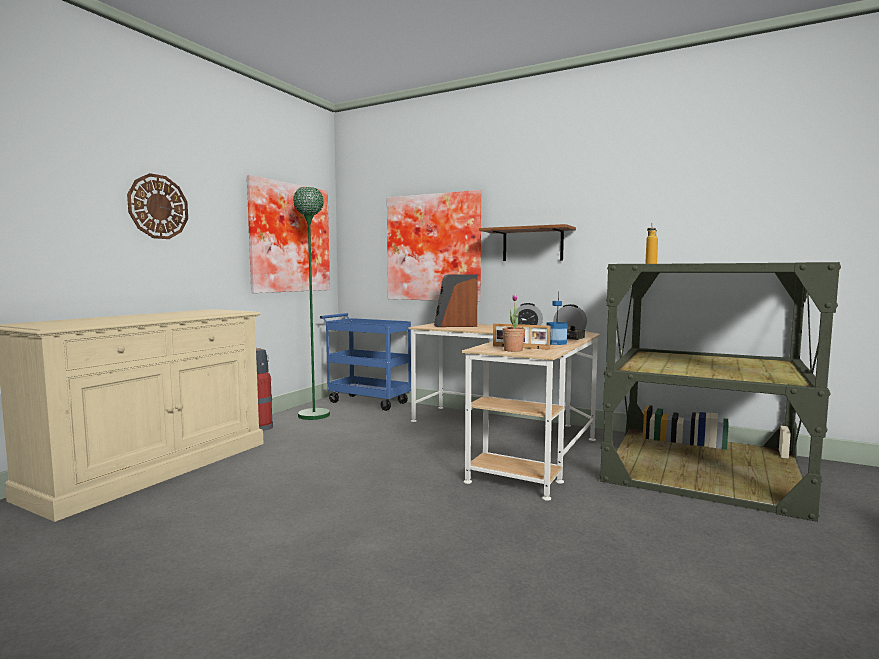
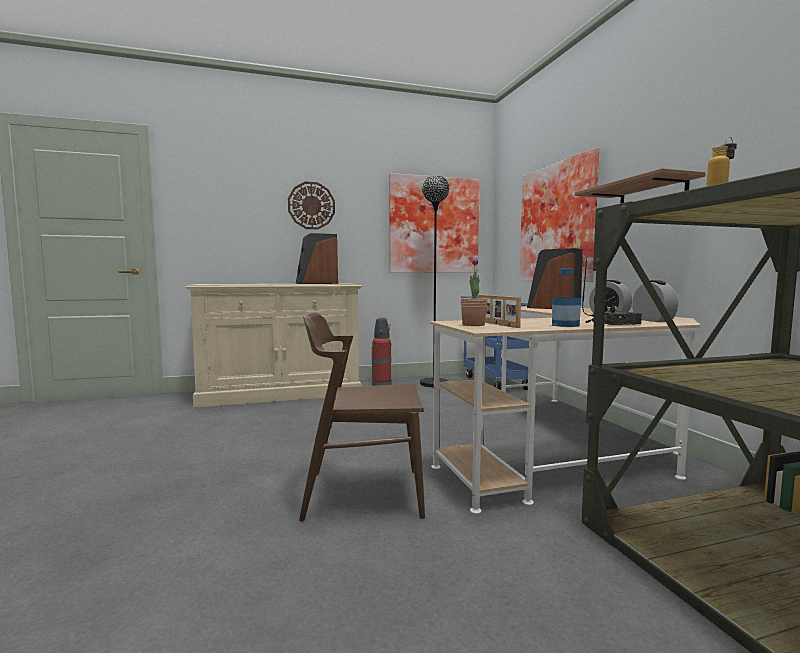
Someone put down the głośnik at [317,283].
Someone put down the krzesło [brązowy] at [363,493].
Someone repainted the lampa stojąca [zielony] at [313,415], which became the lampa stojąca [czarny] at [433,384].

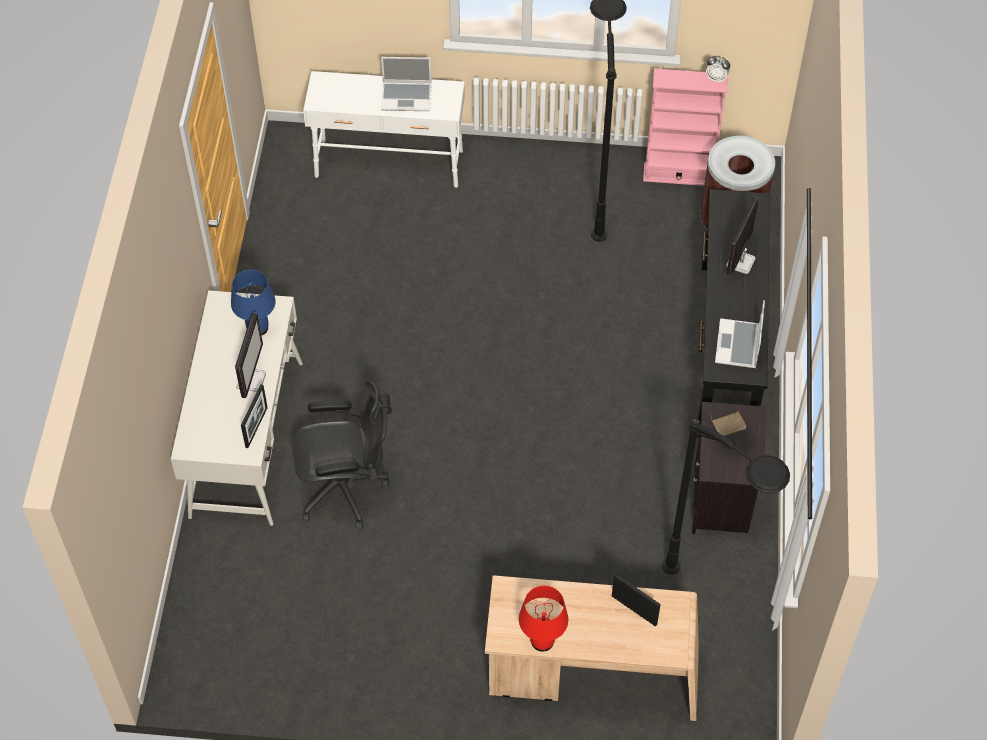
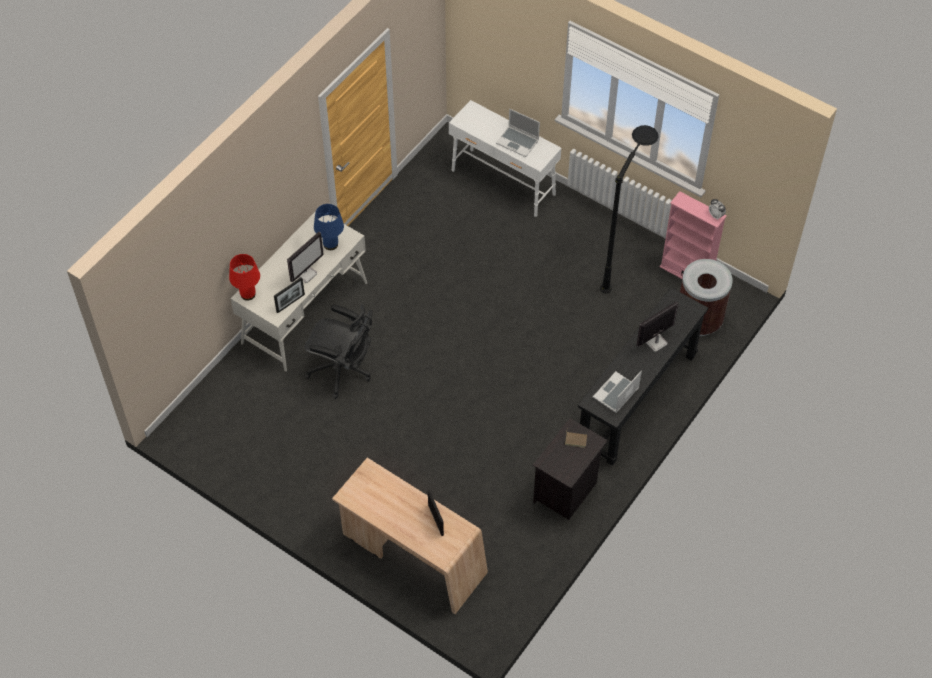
Someone carried the lampa stołowa [czerwony] from [541,640] to [247,294].
Someone took away the lampa stojąca [czarny] at [715,603].

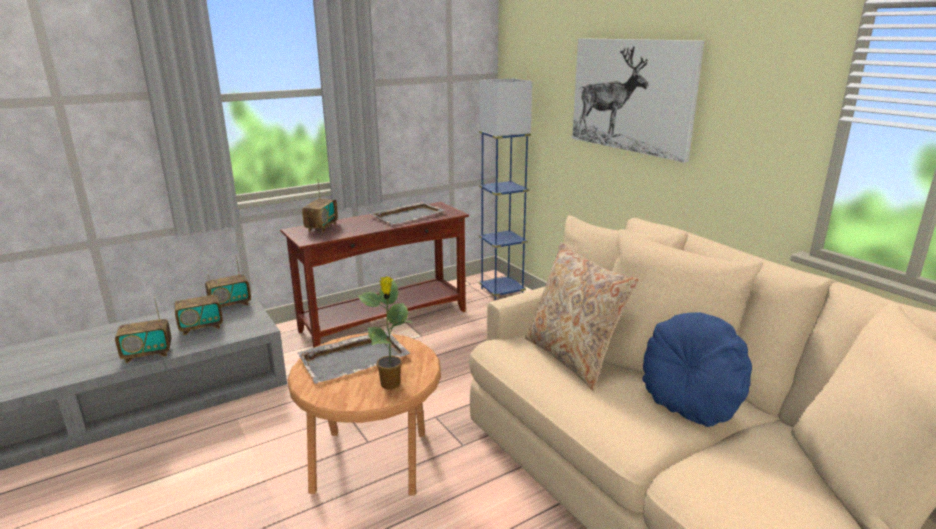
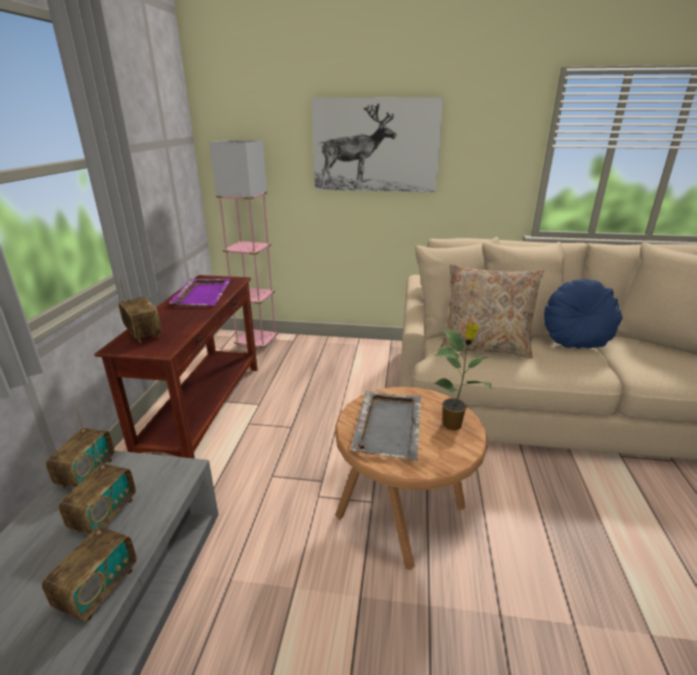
Someone repainted the taca [szary] at [408,215], which became the taca [fioletowy] at [202,294].
Someone repainted the lampa stojąca [niebieski] at [502,291], which became the lampa stojąca [różowy] at [257,343].

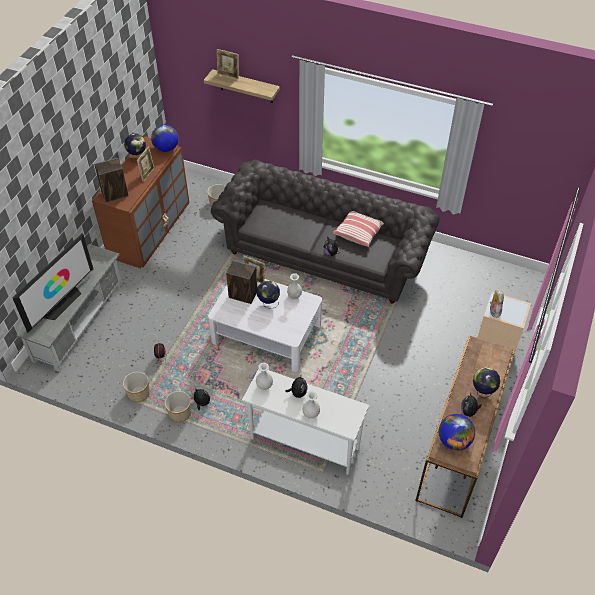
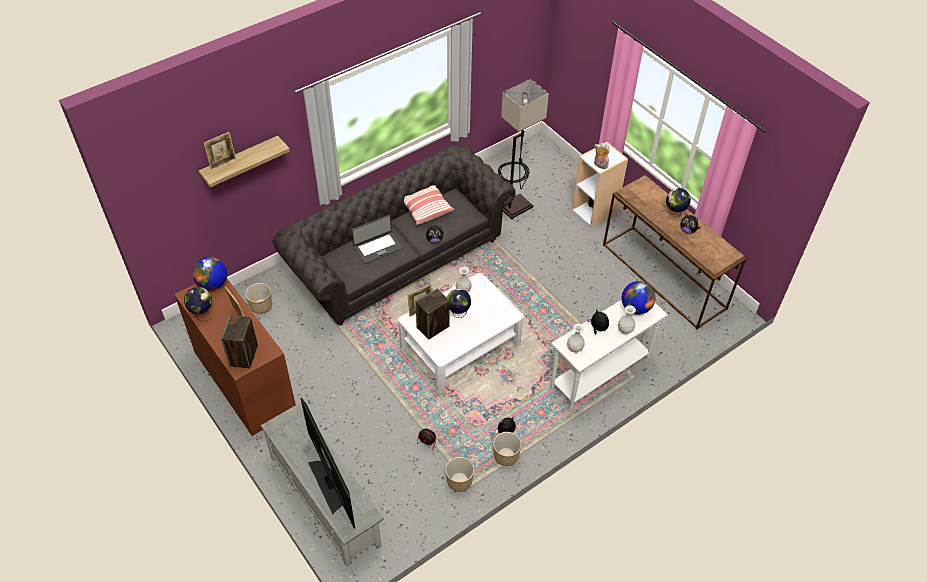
Someone put down the laptop at [377,247].
Someone put down the lampa stojąca at [515,188].
Someone carried the globus from [454,441] to [635,308].

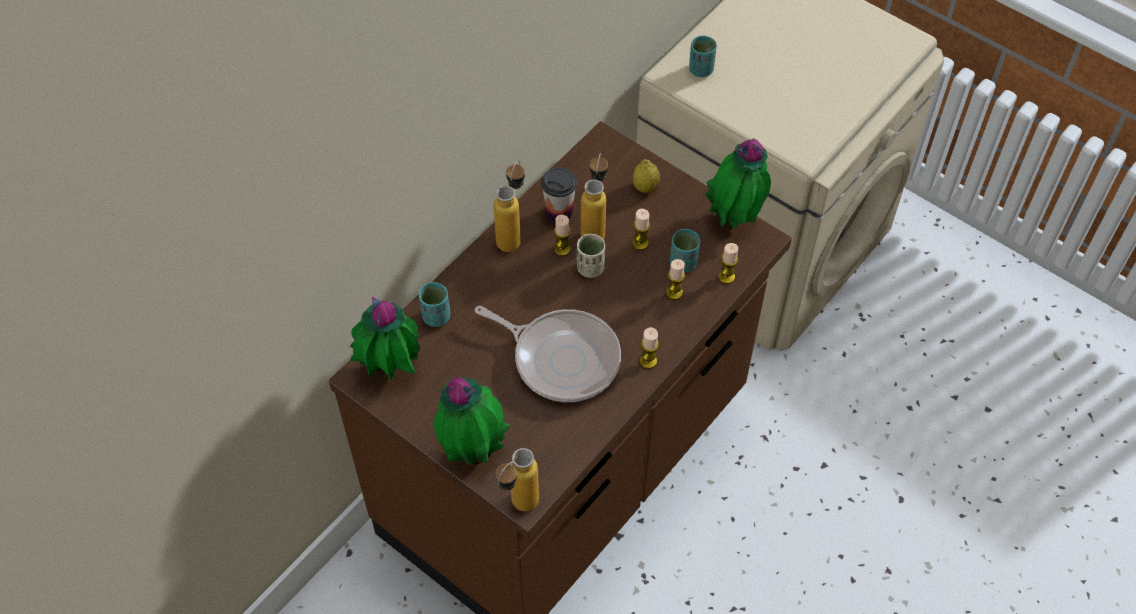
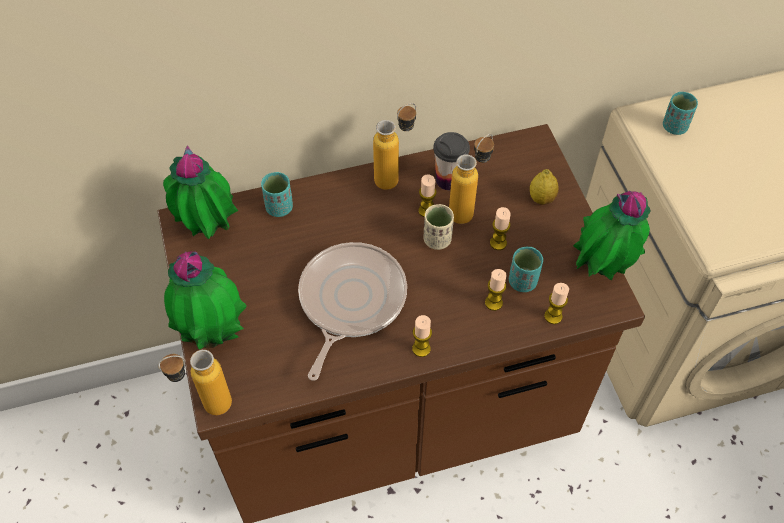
Someone rotated the patelnia at [562,358] by 135 degrees counterclockwise.

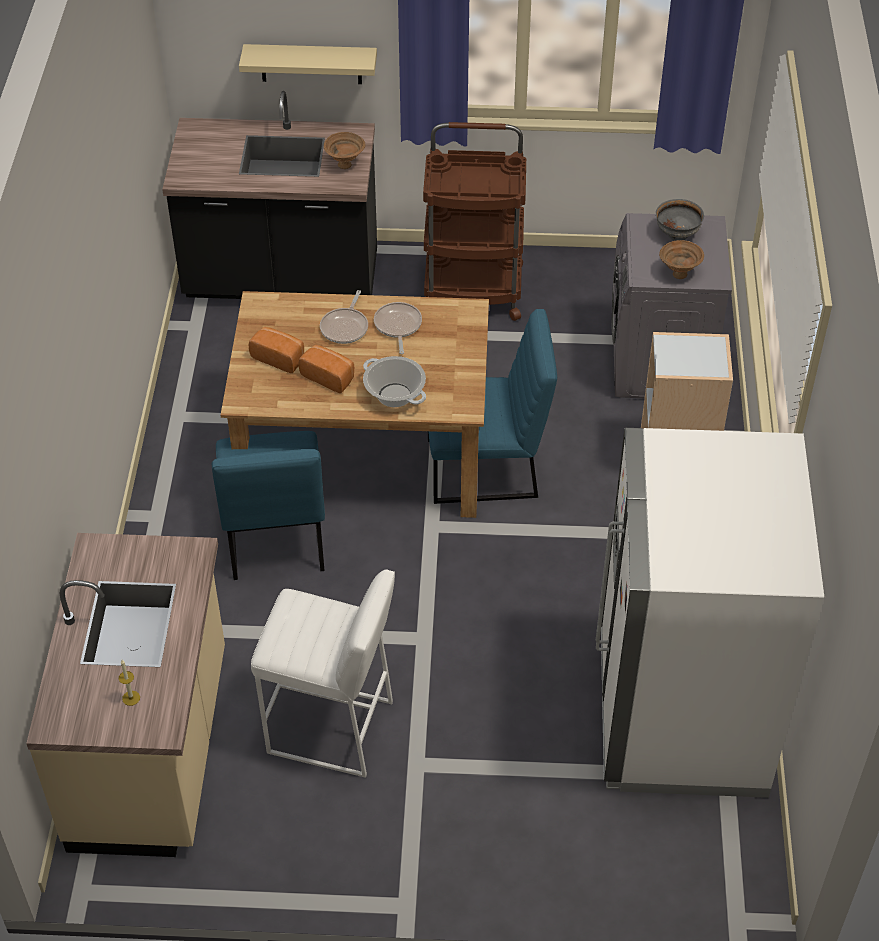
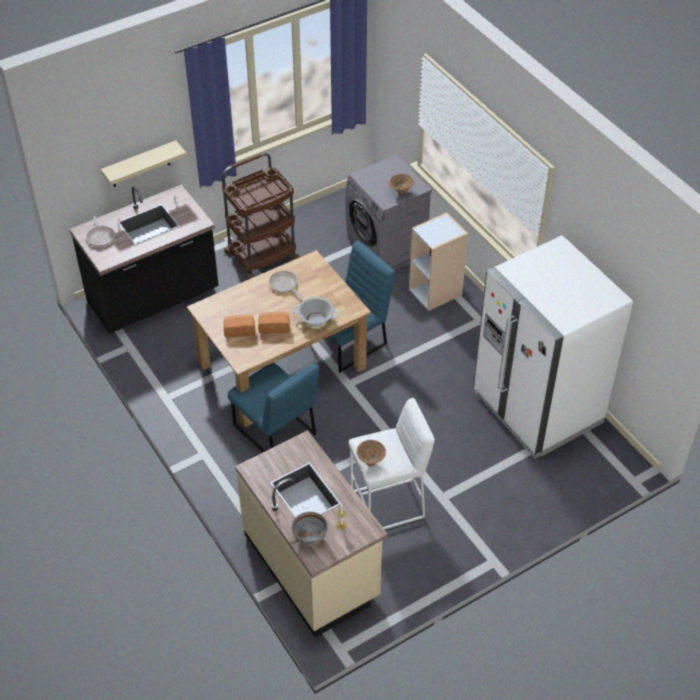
Someone carried the patelnia from [345,327] to [100,237].
Someone carried the miska [szary] from [676,235] to [310,538].
Someone carried the miska [brązowy] from [345,164] to [370,462].

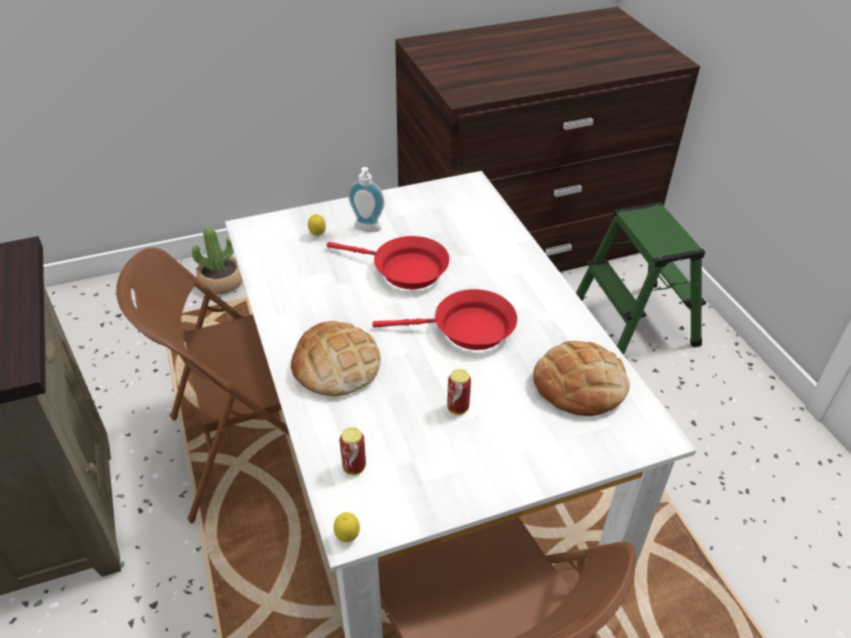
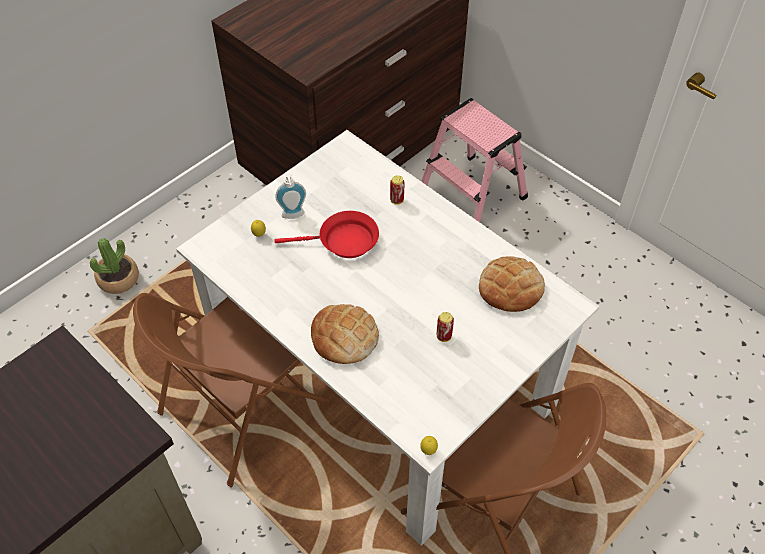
Someone carried the puszka from [354,467] to [397,200].
Someone repainted the drabinka [zielony] at [634,322], which became the drabinka [różowy] at [472,194].
Someone took away the patelnia [czerwony] at [466,329].

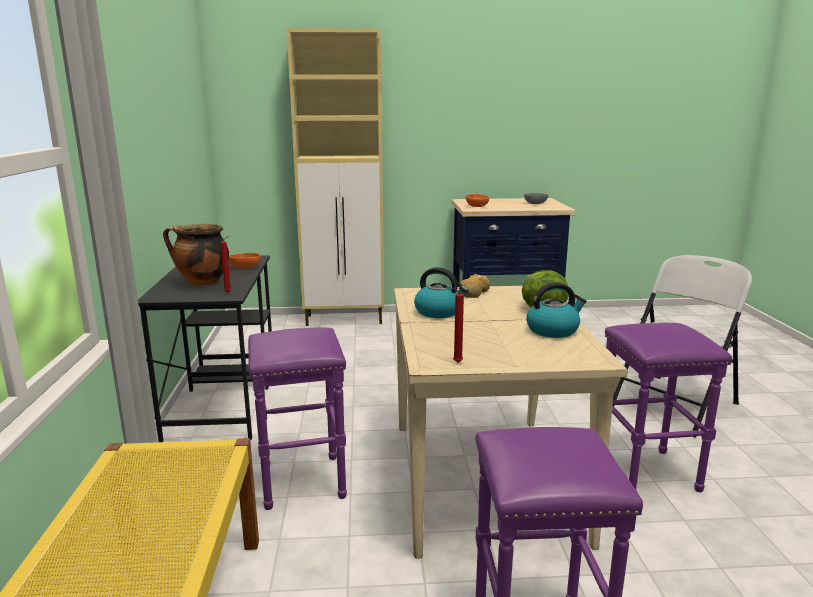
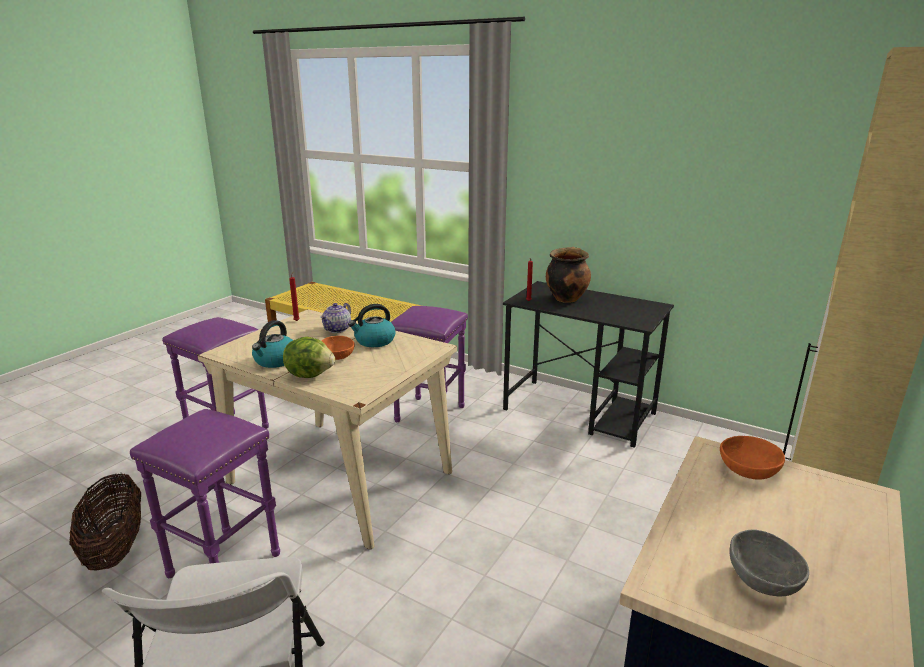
Someone put down the koszyk at [116,548].
Someone put down the imbryk at [337,329].
Someone carried the miska [pomarańczowy] from [245,267] to [338,357].
Someone took away the chleb at [473,293].

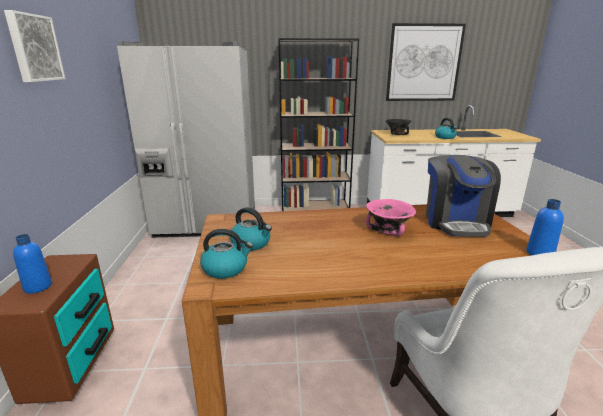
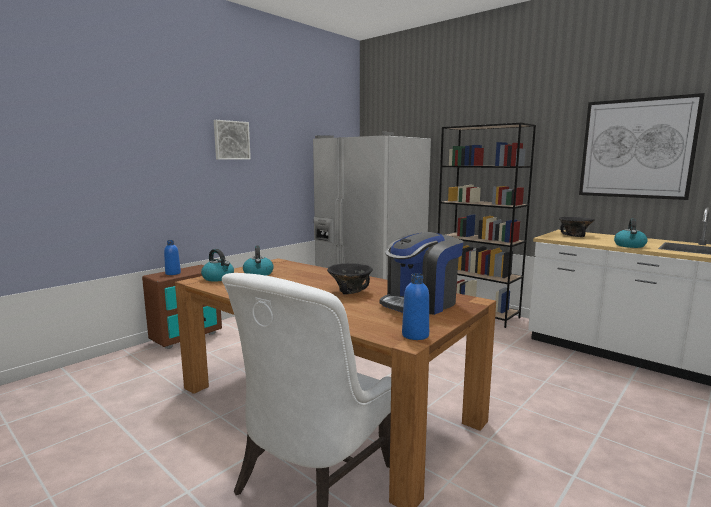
Someone repainted the miska [różowy] at [387,231], which became the miska [czarny] at [349,291].

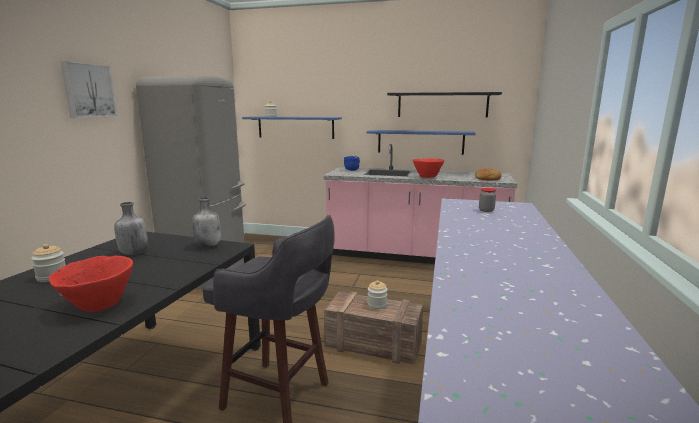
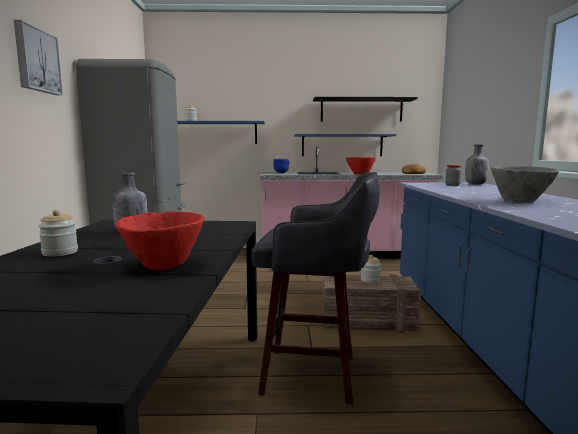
Someone carried the butelka [szary] from [208,245] to [475,184].
Someone put down the miska [szary] at [520,201].

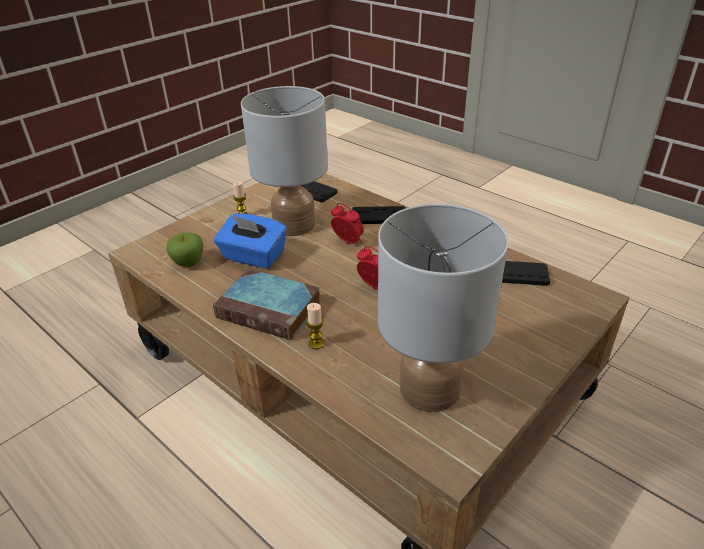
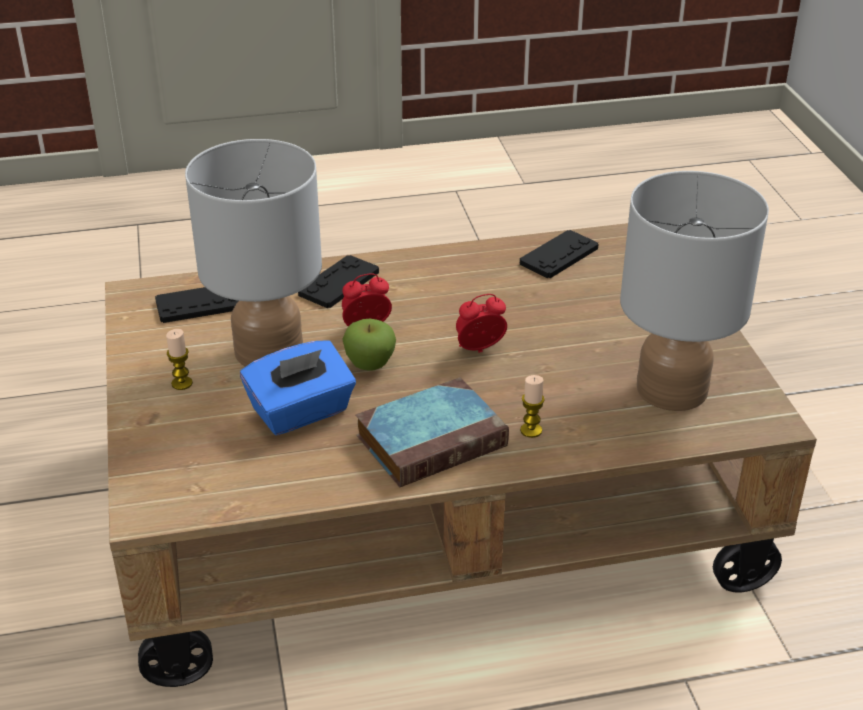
Someone carried the jabłko from [188,263] to [370,365].

